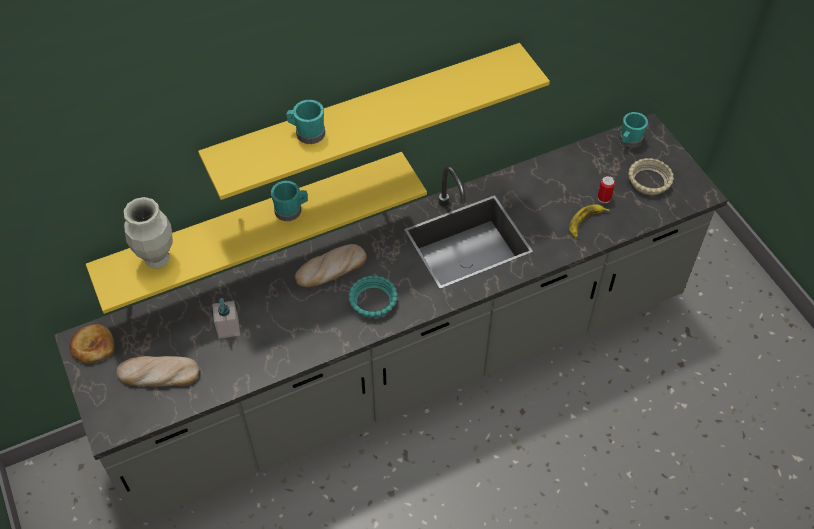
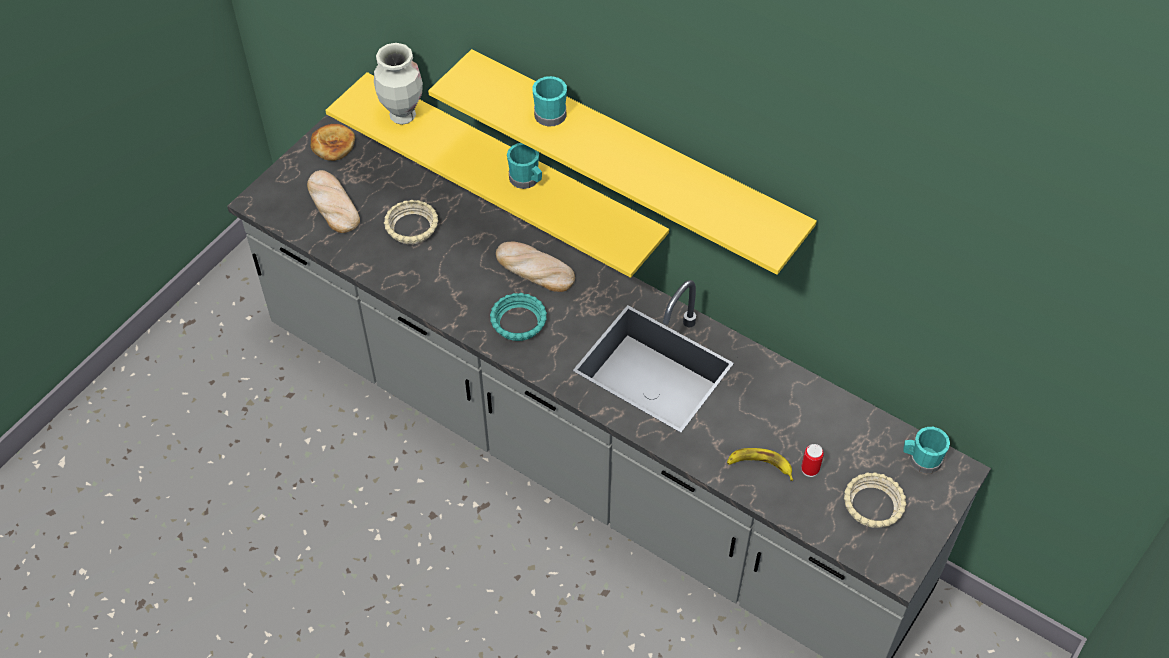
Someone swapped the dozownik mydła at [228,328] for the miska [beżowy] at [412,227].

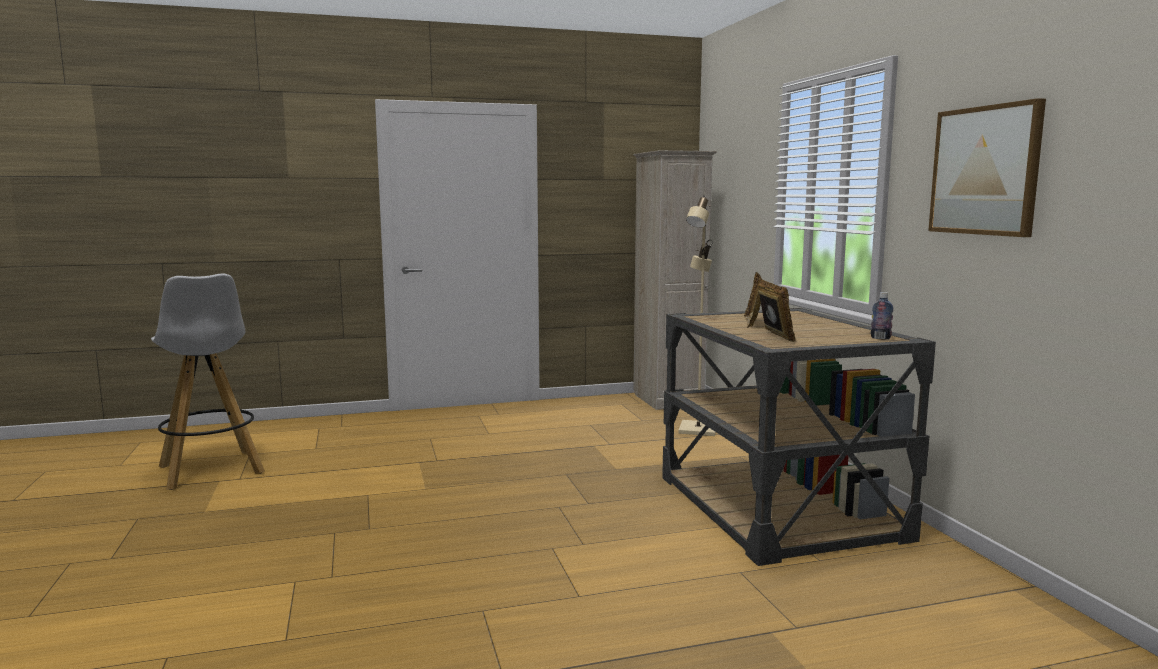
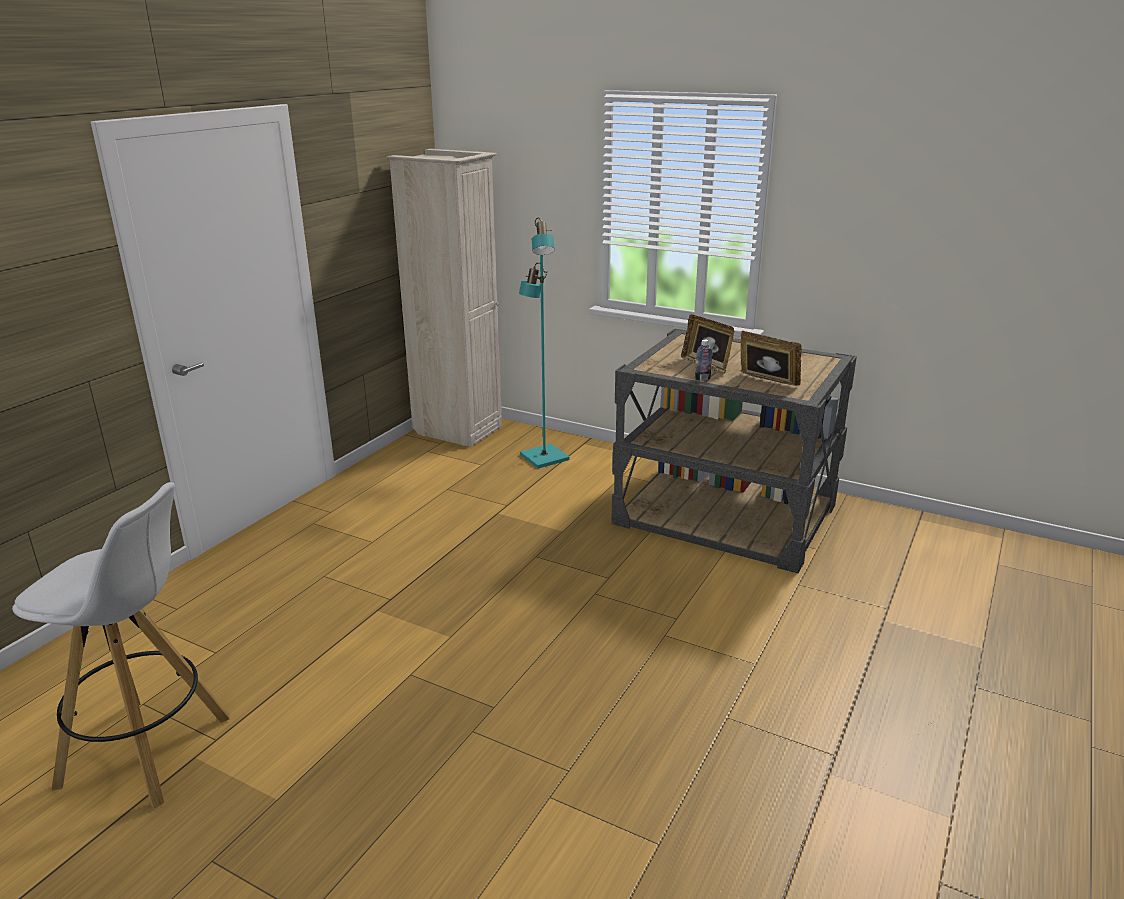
Someone repainted the lampa stojąca [beżowy] at [698,429], which became the lampa stojąca [turkusowy] at [544,457].
Someone carried the butelka from [880,338] to [702,379].
Someone took away the obraz at [985,171].

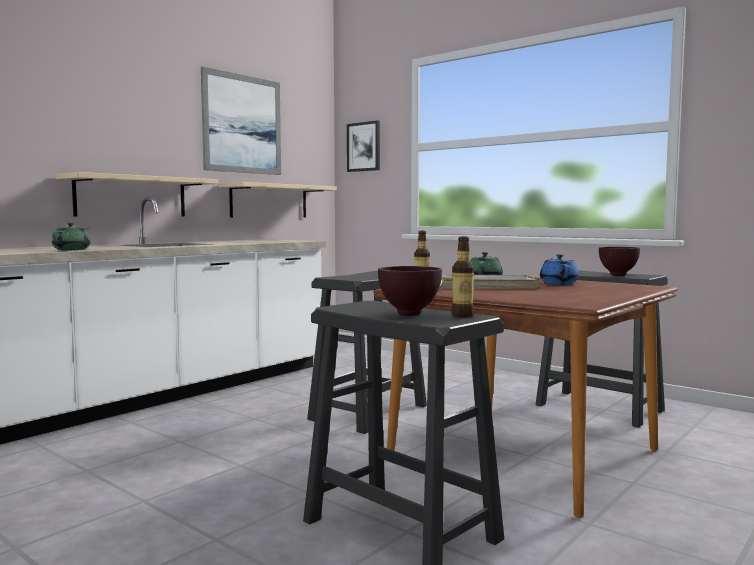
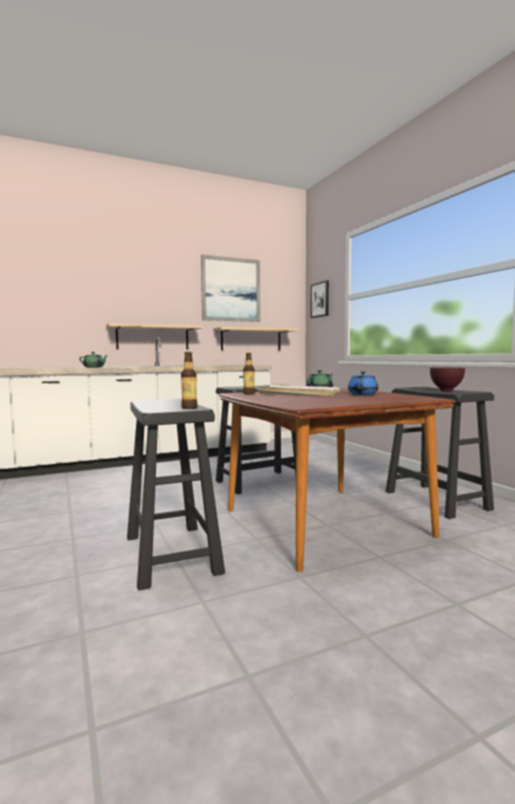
Someone took away the miska [brązowy] at [409,314].

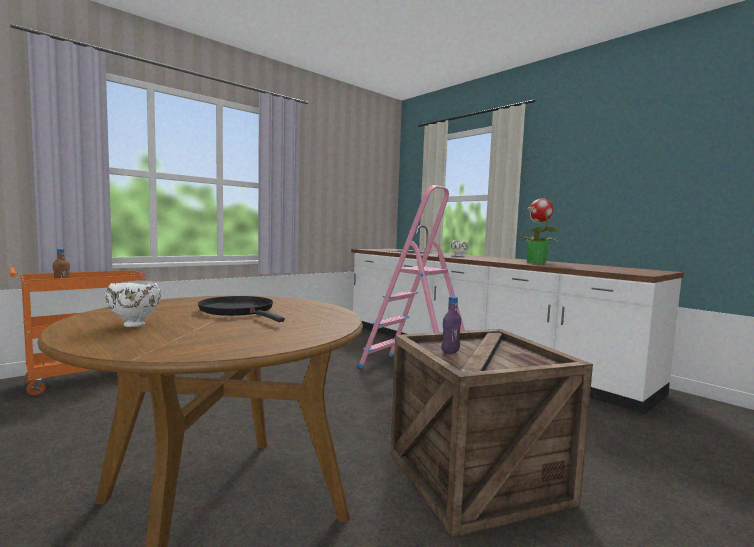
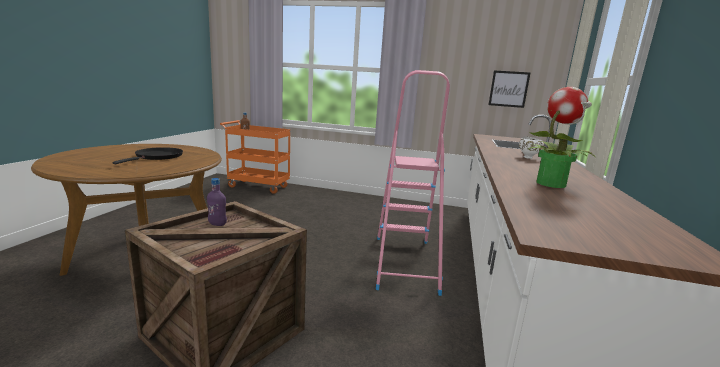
Someone put up the obraz at [508,89].
Someone took away the miska [biały] at [134,324].

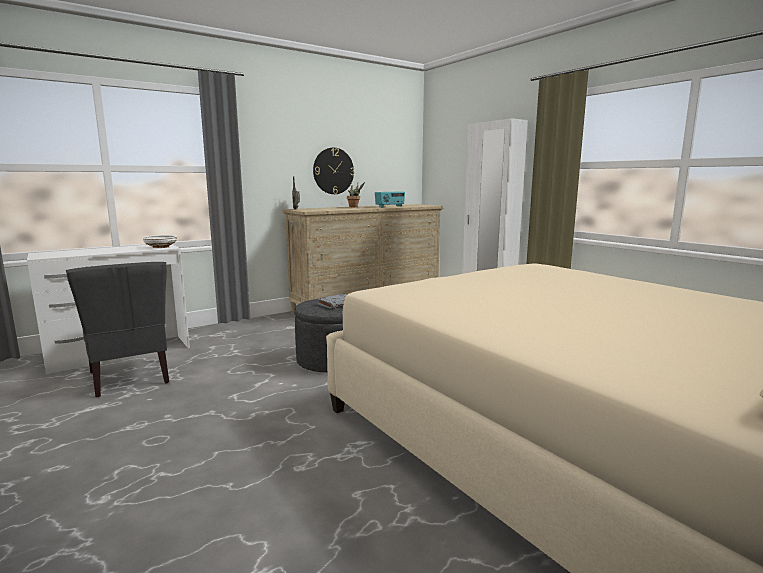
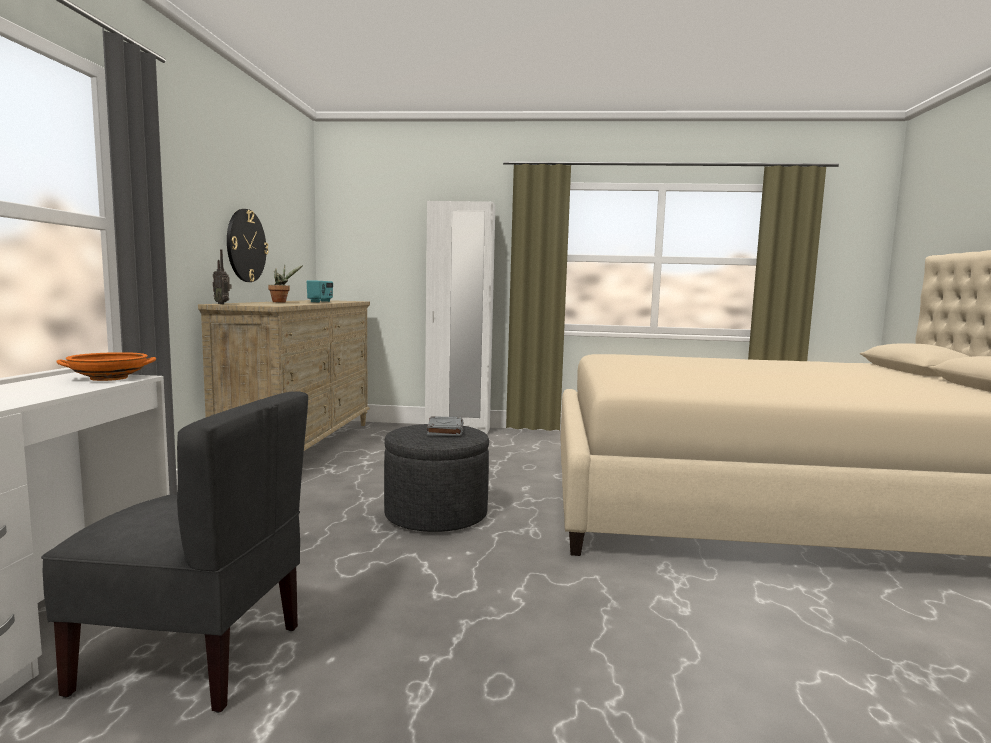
Someone repainted the miska [biały] at [160,247], which became the miska [pomarańczowy] at [108,378].

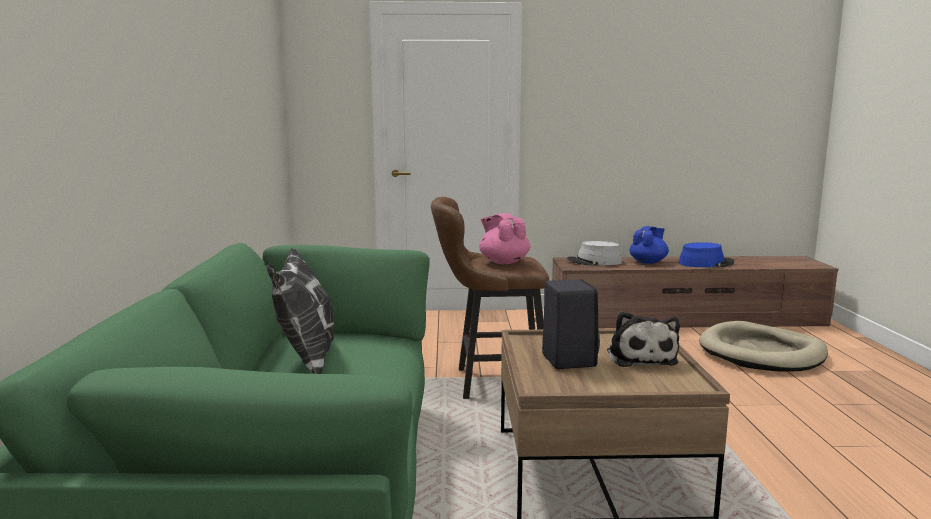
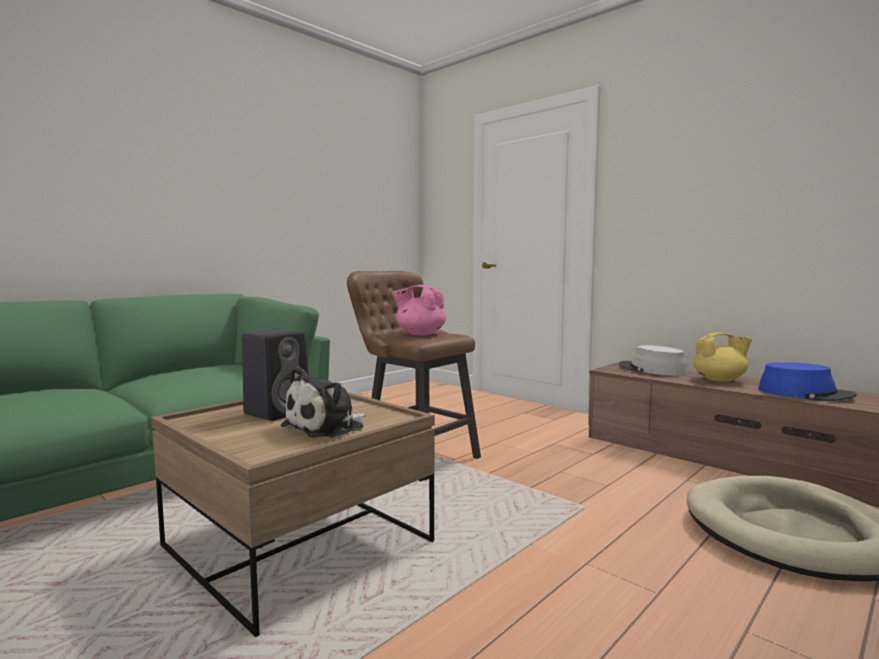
Someone rotated the imbryk [różowy] at [503,262] by 75 degrees counterclockwise.
Someone repainted the imbryk [niebieski] at [648,262], which became the imbryk [żółty] at [720,380].
Someone took away the poduszka at [306,361].

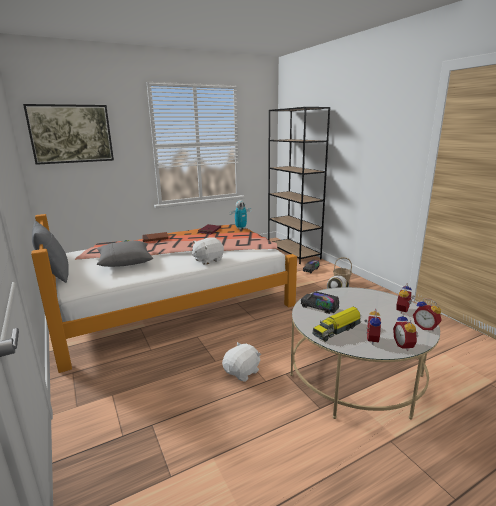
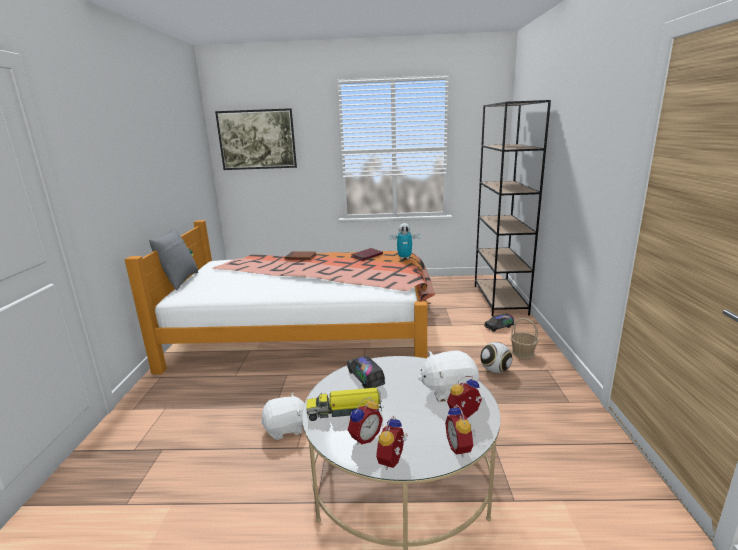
Someone carried the pluszak [biały] from [208,260] to [448,390].
Someone took away the poduszka [szary] at [125,262].

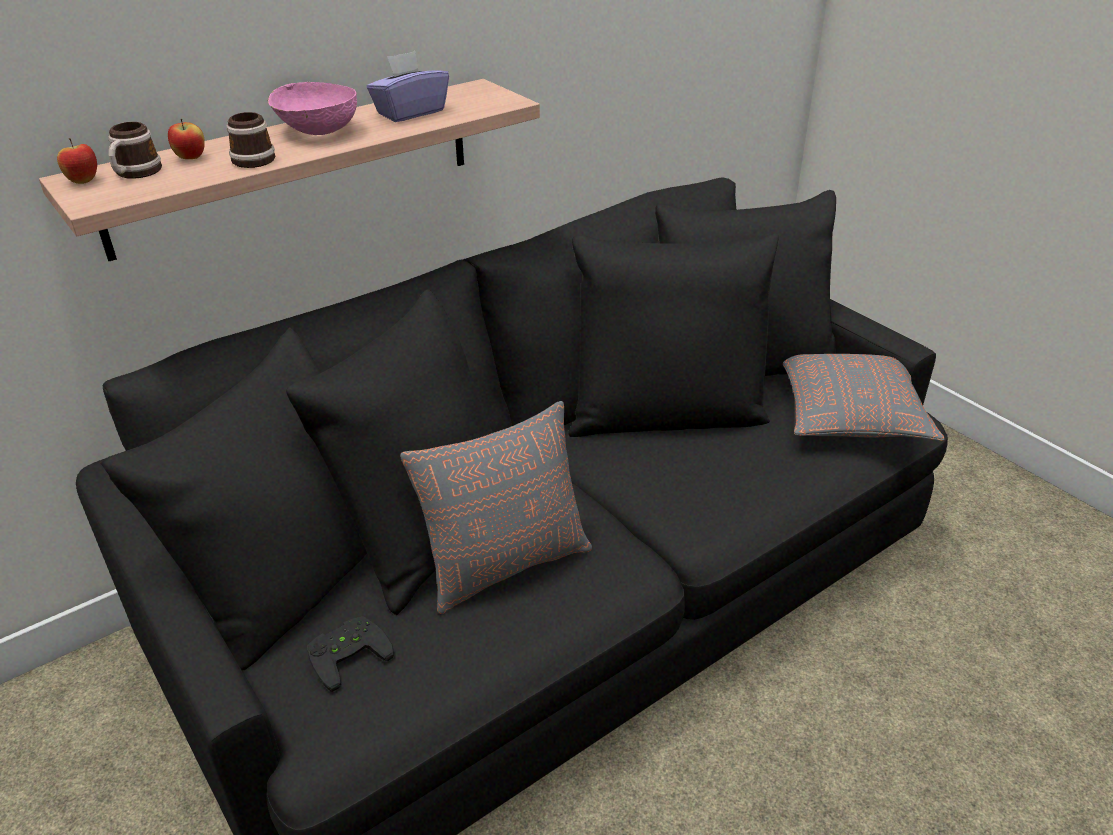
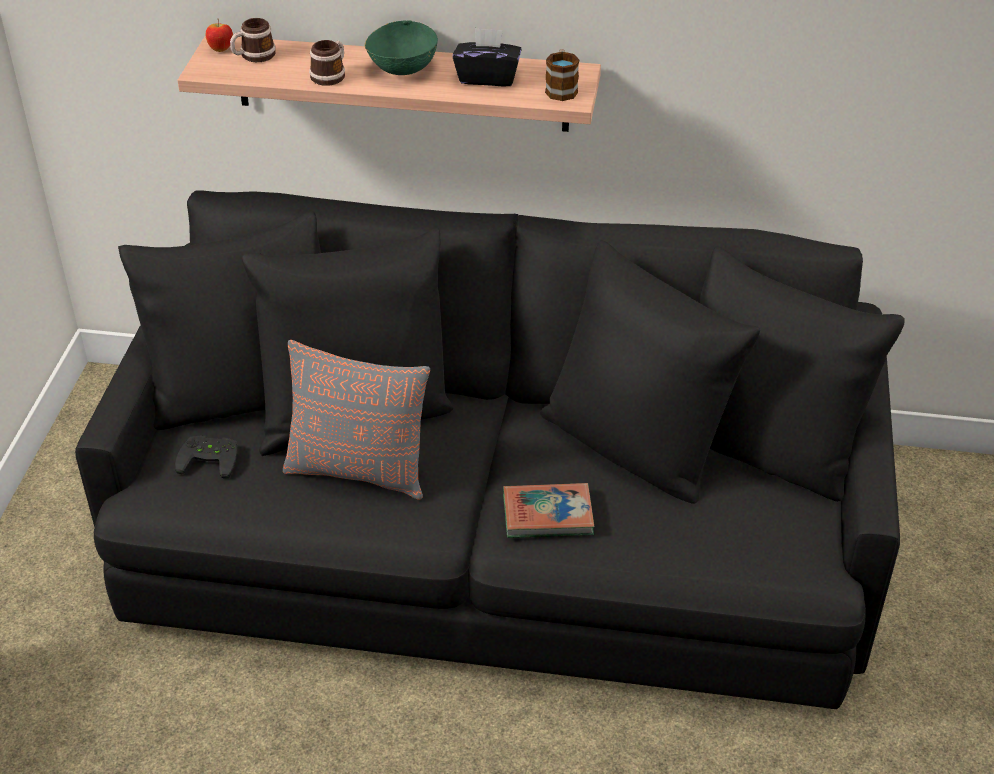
Someone repainted the miska [różowy] at [316,131], which became the miska [zielony] at [402,67].
Someone repainted the pudełko chusteczek [fioletowy] at [410,112], which became the pudełko chusteczek [czarny] at [487,77].
Someone put down the książka at [547,515].
Someone put down the kubek at [561,88].
Someone took away the jabłko at [191,158].
Someone took away the poduszka [szary] at [850,415].

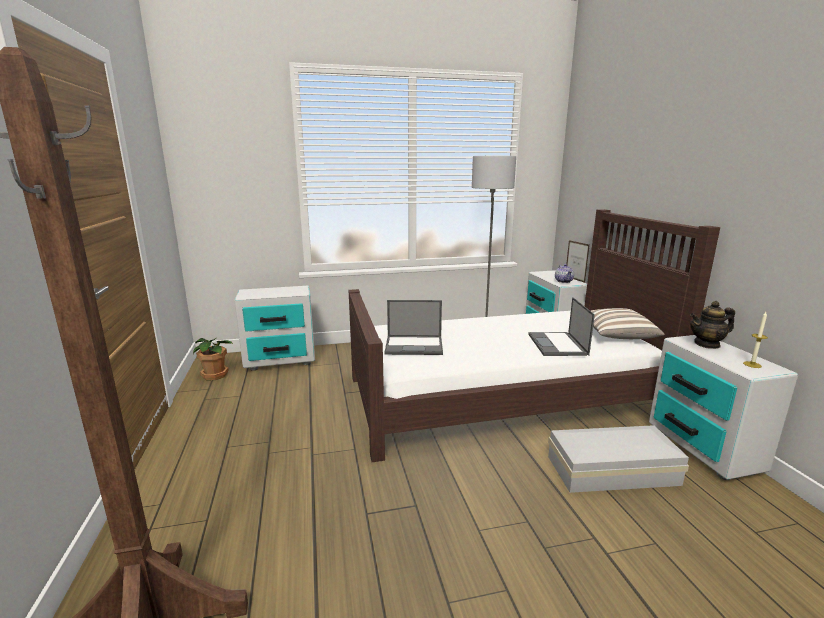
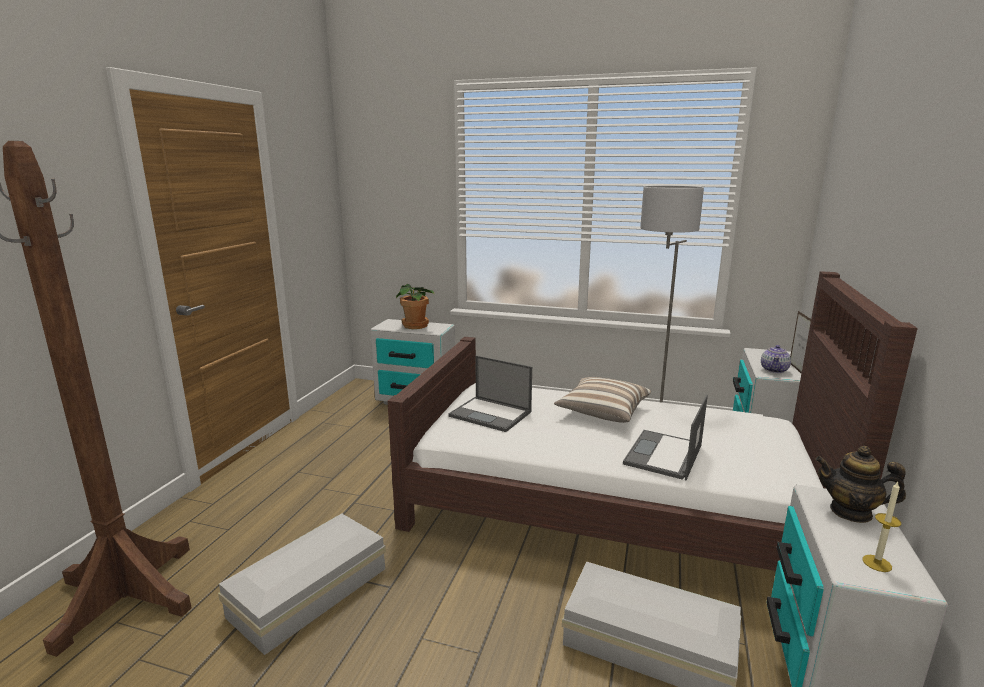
Someone put down the pojemnik do przechowywania [biały] at [312,591].
Someone carried the roślina doniczkowa from [215,375] to [416,325].
Someone carried the poduszka from [615,335] to [602,412].

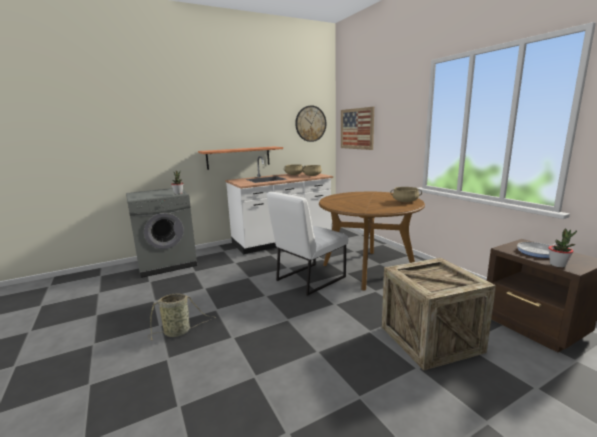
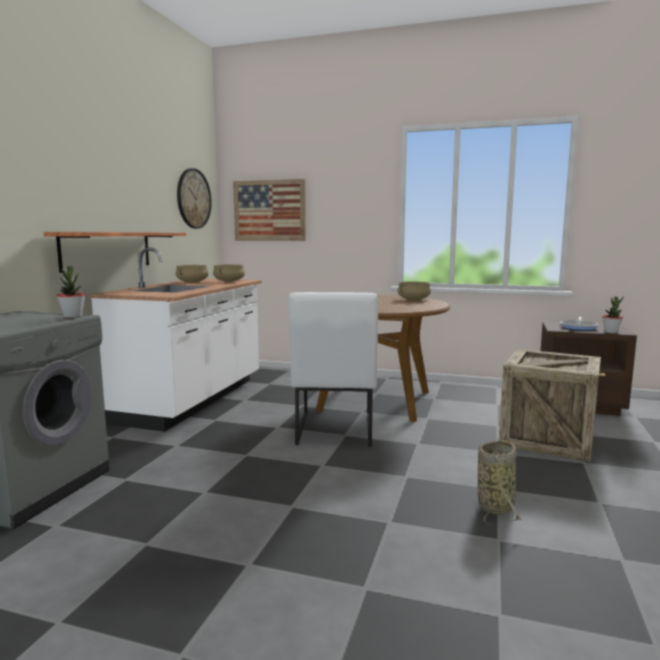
Someone carried the koszyk from [179,332] to [496,506].

